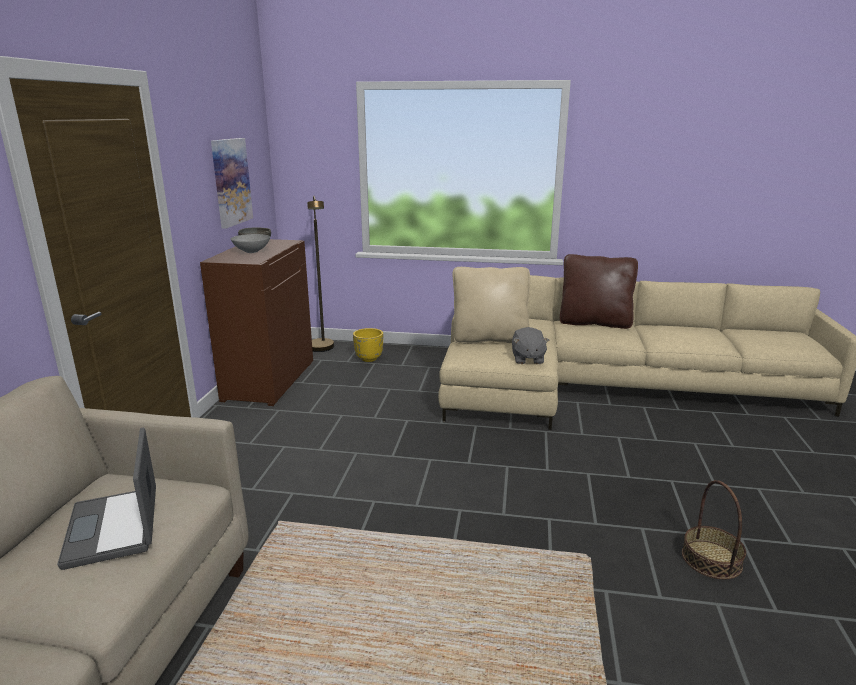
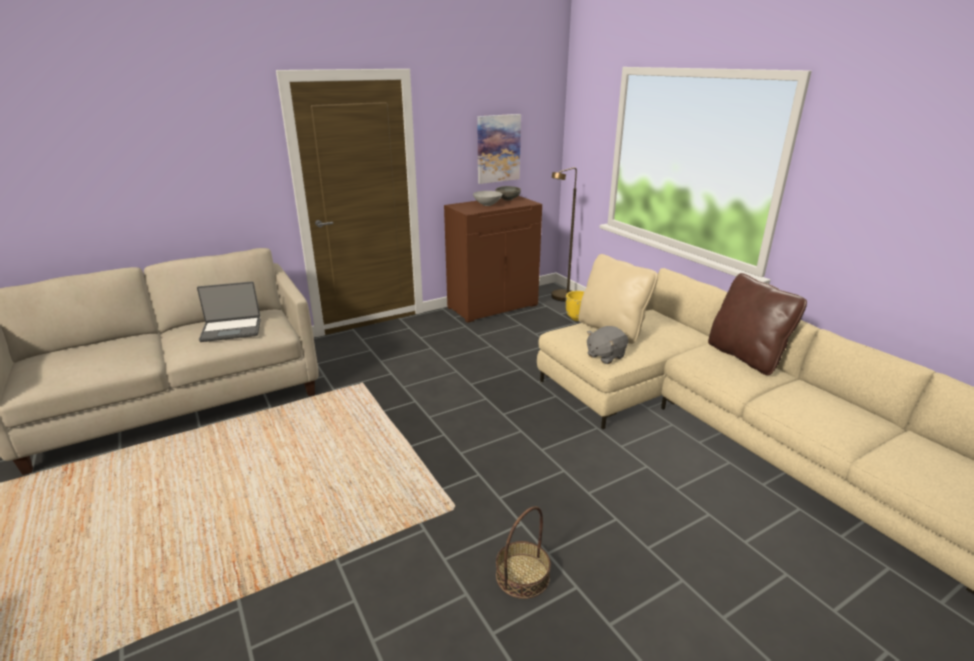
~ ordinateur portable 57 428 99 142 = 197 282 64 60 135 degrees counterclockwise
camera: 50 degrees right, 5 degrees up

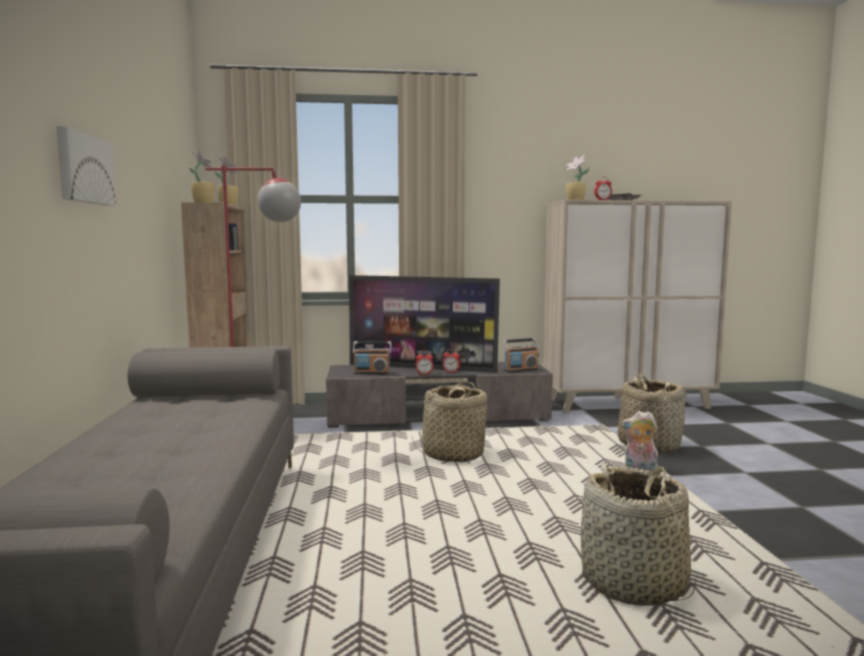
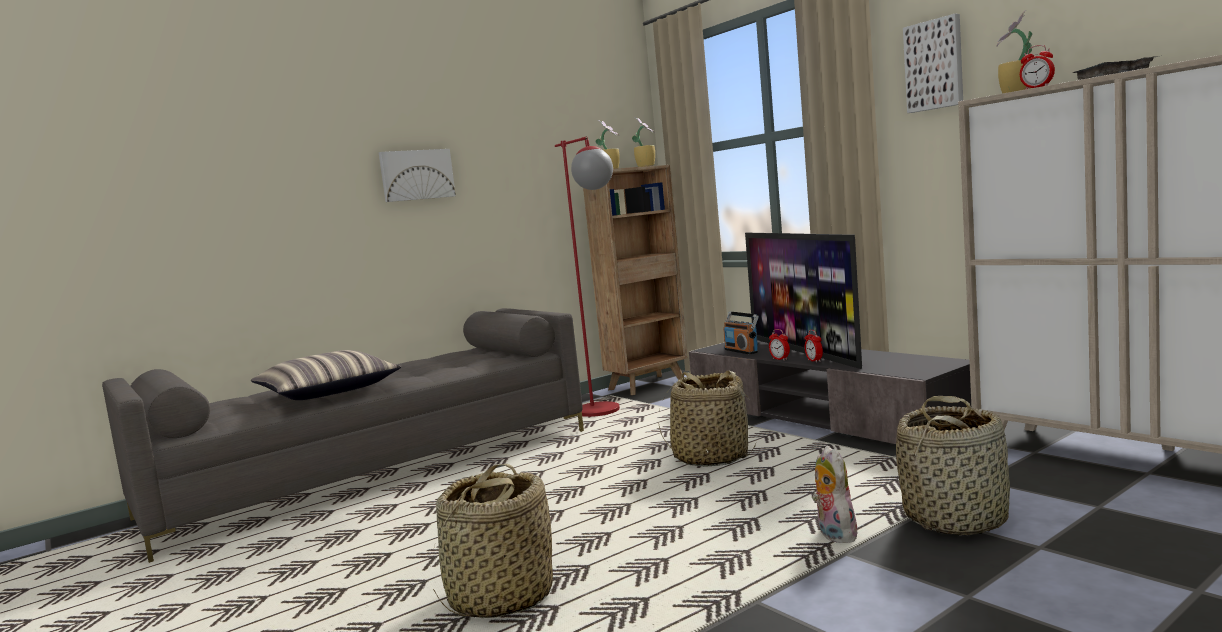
- radio 503 338 36 35
+ coussin 251 350 150 50
+ tableau 903 14 60 99
camera: 60 degrees right, 0 degrees up

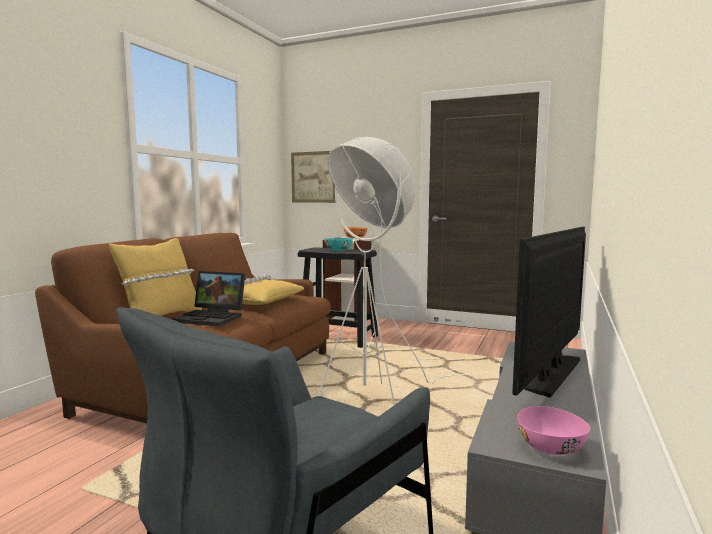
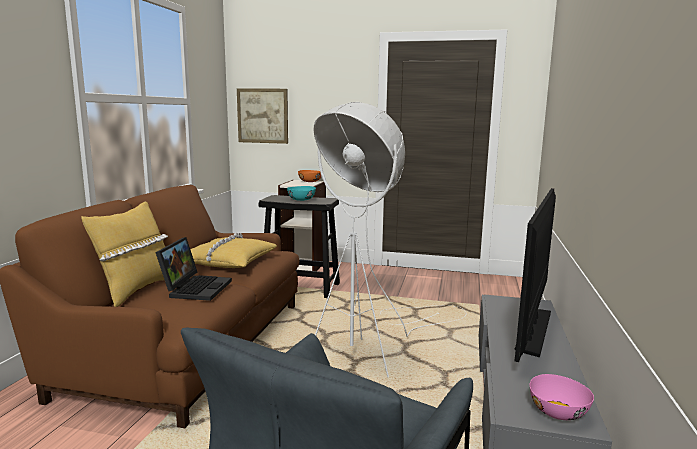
~ ordinateur portable 172 271 73 55 = 155 237 77 64 90 degrees counterclockwise
camera: 10 degrees left, 5 degrees up

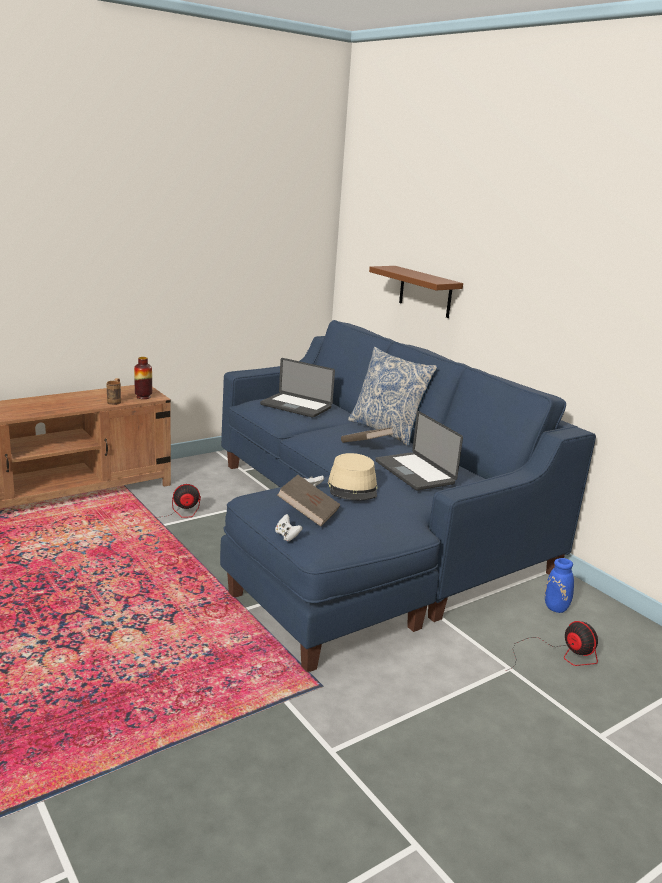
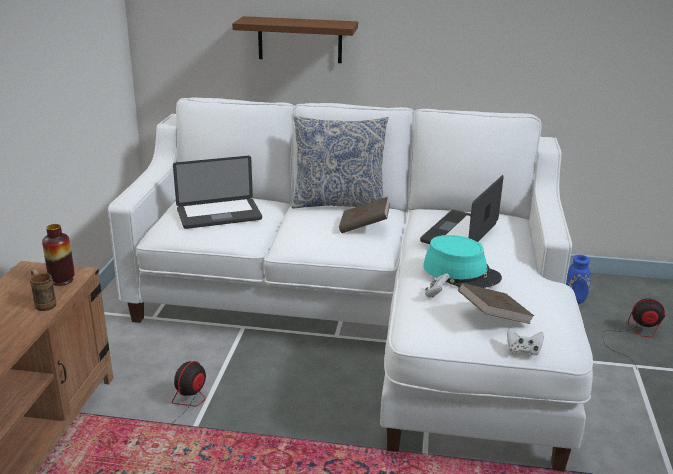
~ canapé/bleu 220 320 376 352 to canapé/blanc 108 98 485 373
~ chapeau/beige 328 453 49 47 to chapeau/turquoise 423 235 79 53
~ ordinateur portable 375 411 88 79 = 420 175 84 69 105 degrees clockwise
camera: 45 degrees left, 5 degrees up

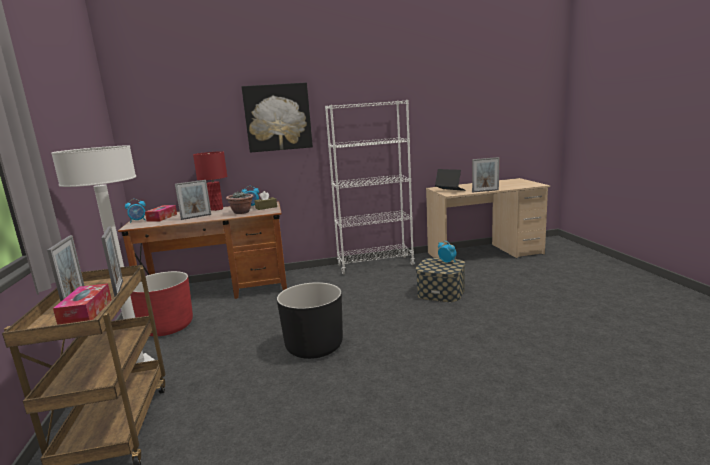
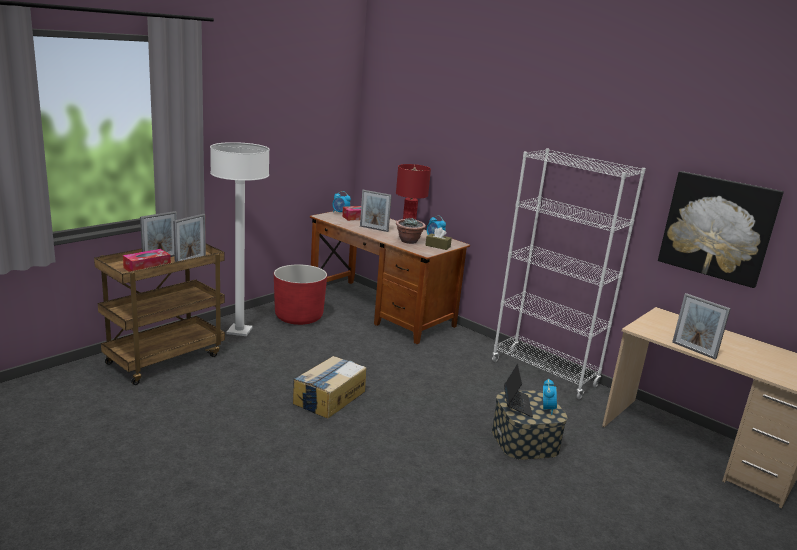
~ tableau 242 83 71 70 to 658 171 126 117
~ cache-pot/noir 277 282 66 77 to carton 293 356 73 62
~ ordinateur portable 435 169 31 22 to 504 364 29 53
camera: 50 degrees right, 5 degrees up

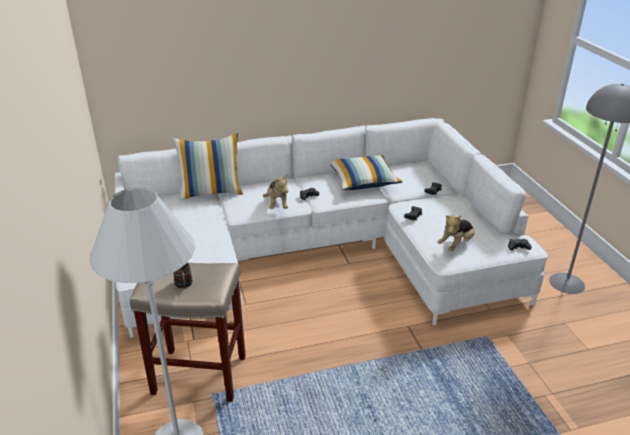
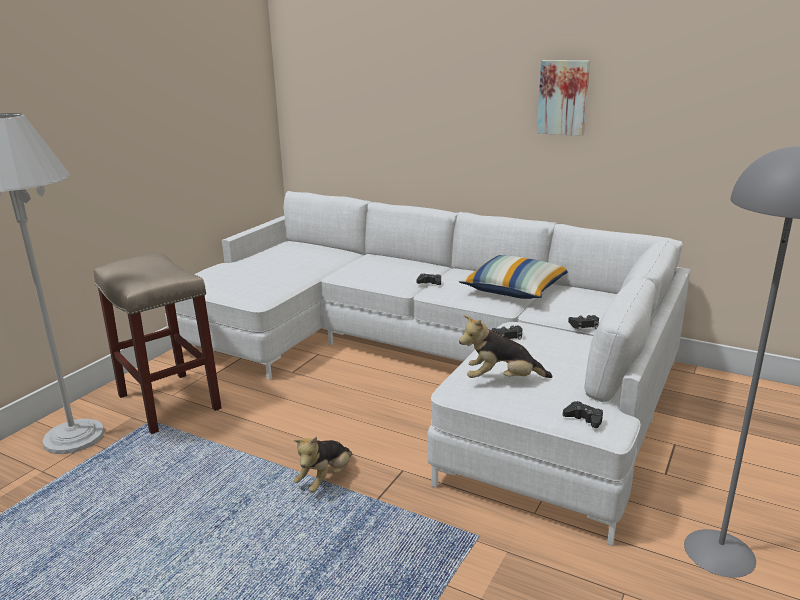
- coussin 173 133 70 68
- mug/marron 173 263 19 25
~ peluche 263 174 25 35 to 293 436 59 57
+ tableau 537 60 53 76
camera: 45 degrees right, 10 degrees down

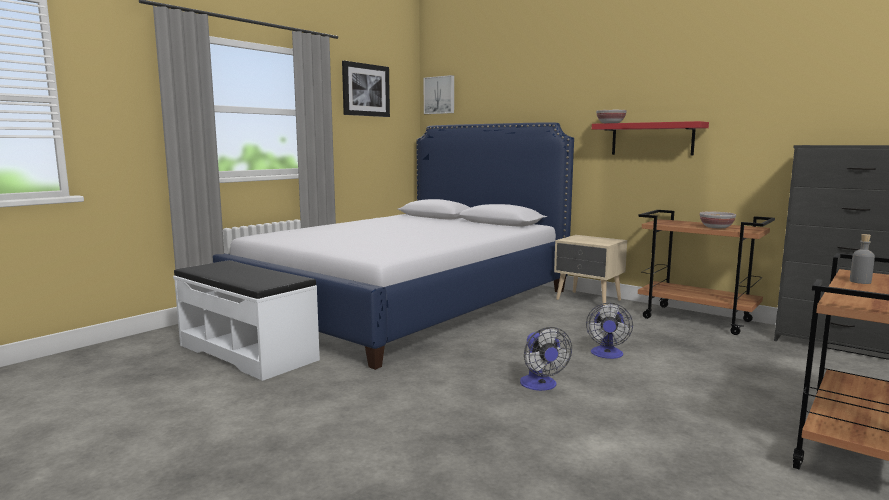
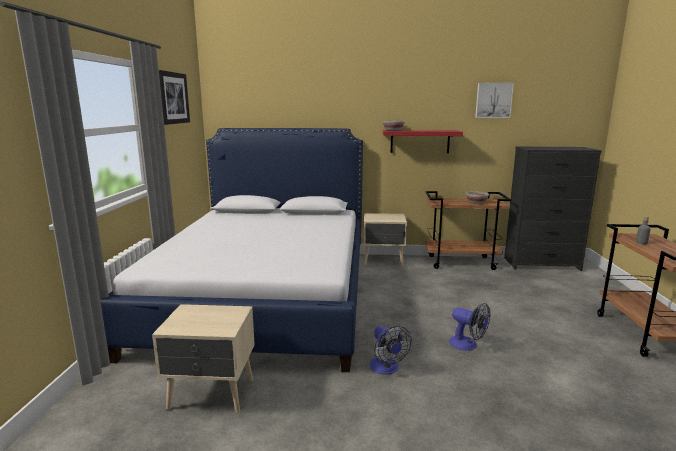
~ banc/blanc 173 260 147 121 to table de chevet/beige 152 304 103 109
~ tableau 424 75 30 39 to 475 83 39 35
~ ventilateur 586 303 47 56 to 370 326 42 49
camera: 35 degrees left, 5 degrees up

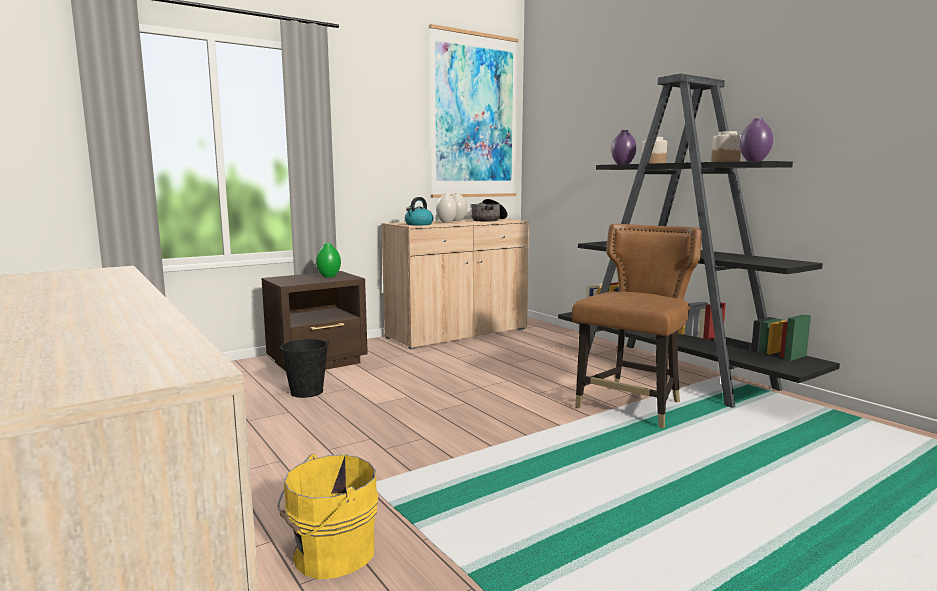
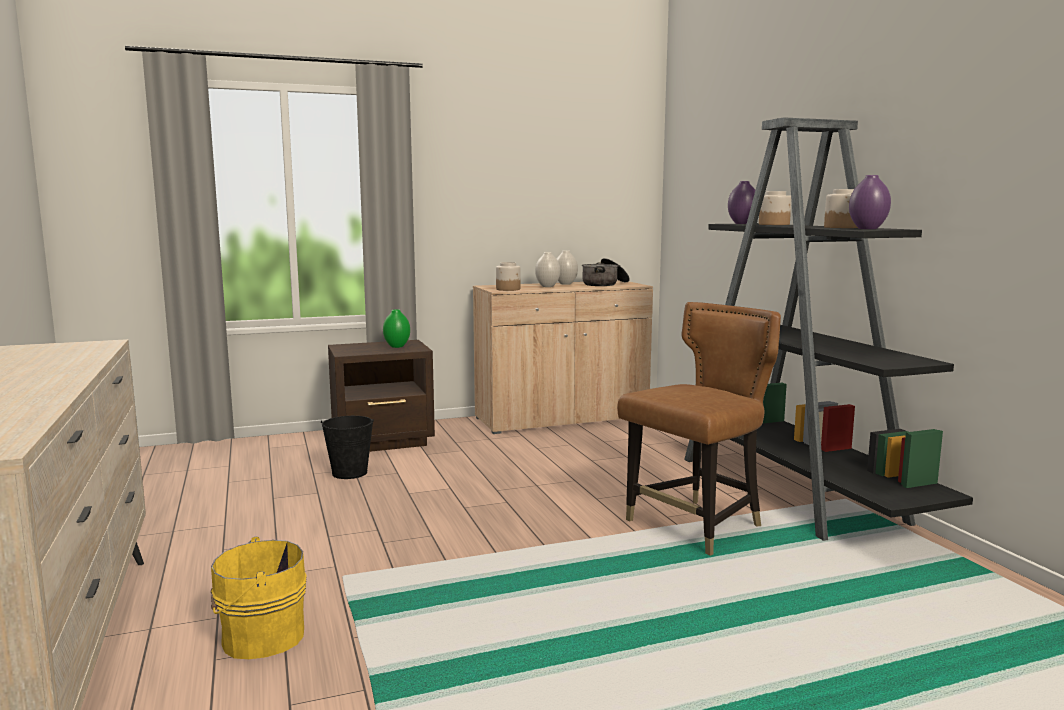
~ bouilloire 405 197 28 28 to bocal 496 262 24 29
- tableau 429 24 90 174
camera: 15 degrees right, 0 degrees up

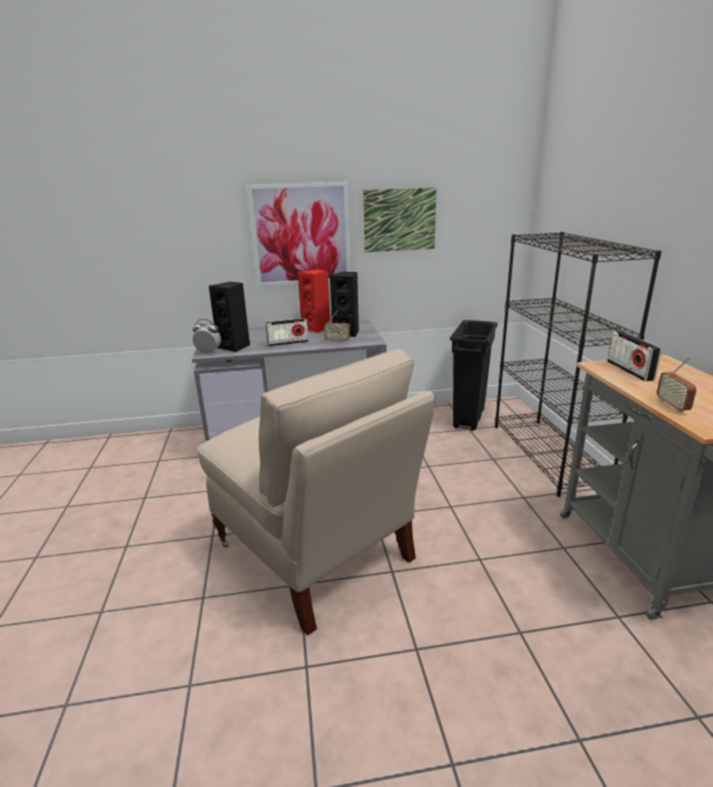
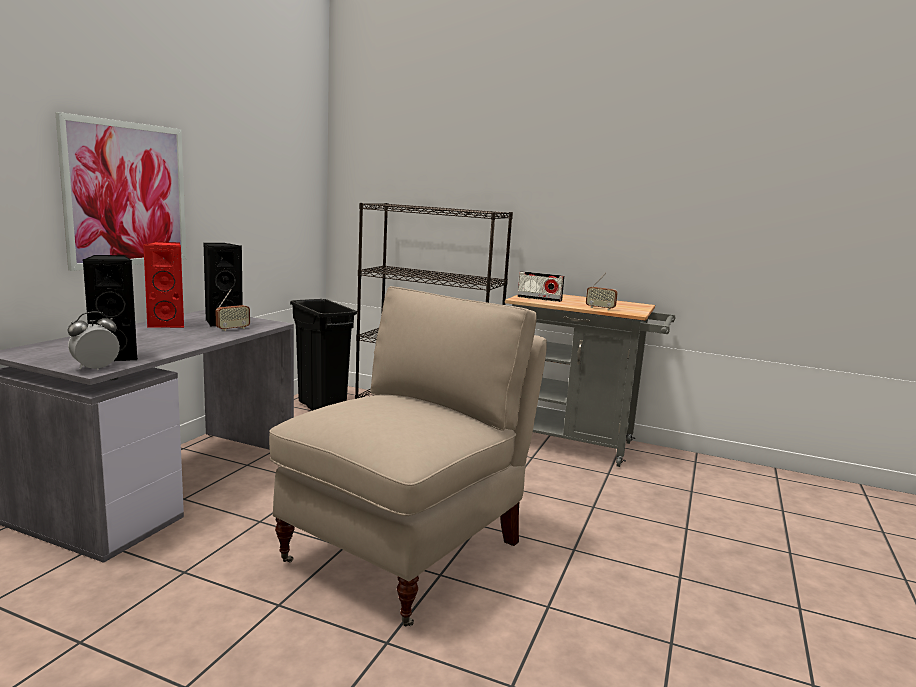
~ chaise/beige 197 349 238 286 = 269 286 278 340 45 degrees counterclockwise
- radio 266 318 43 29
- tableau 363 187 74 65
camera: 60 degrees left, 10 degrees down

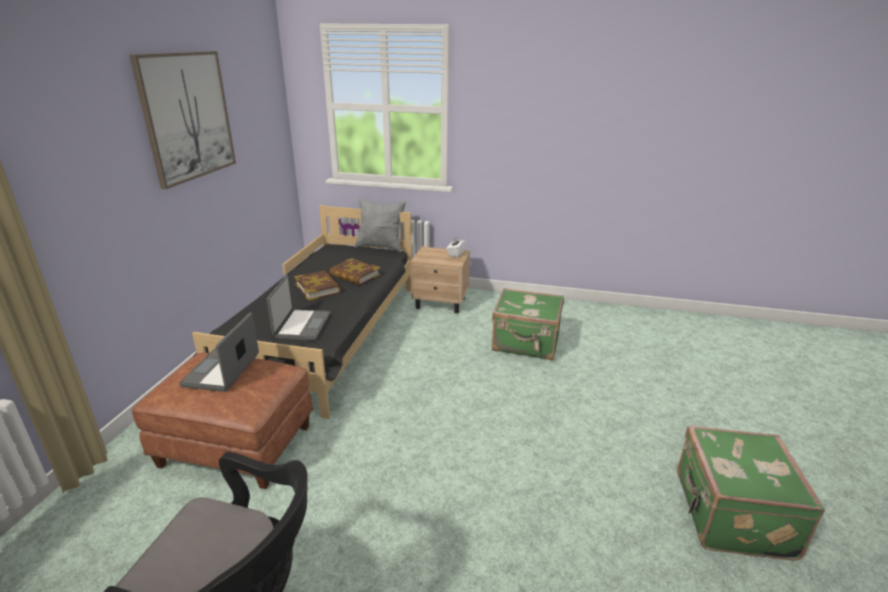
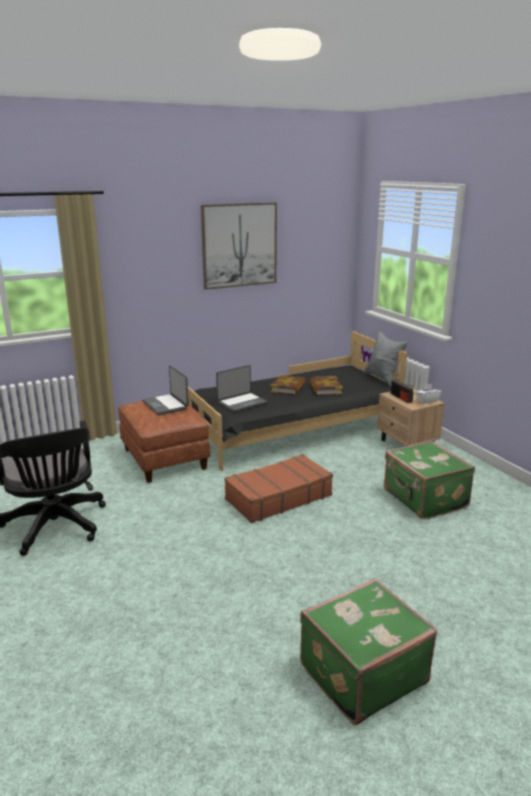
~ ordinateur portable 179 313 80 79 = 142 365 47 50 90 degrees counterclockwise
+ valise/marron 225 454 108 69
+ radio 391 380 23 23
camera: 50 degrees right, 5 degrees down

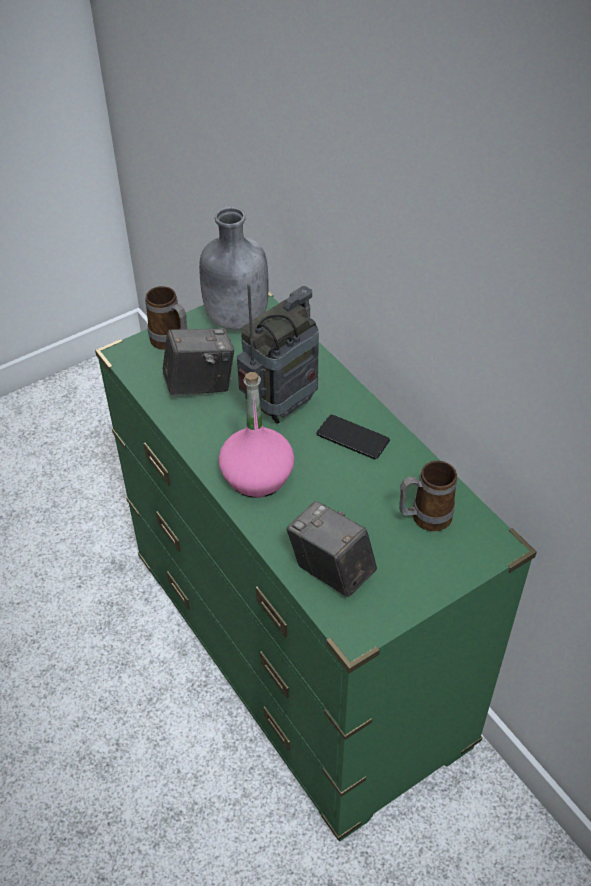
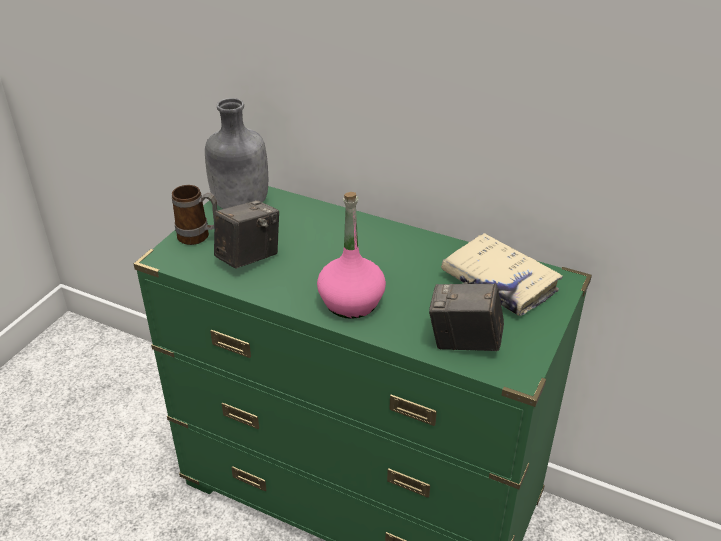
- radio 237 284 82 140
- téléphone 316 414 74 46
~ mug 399 461 58 70 to livre/beige 441 233 122 83
camera: 30 degrees left, 10 degrees down

